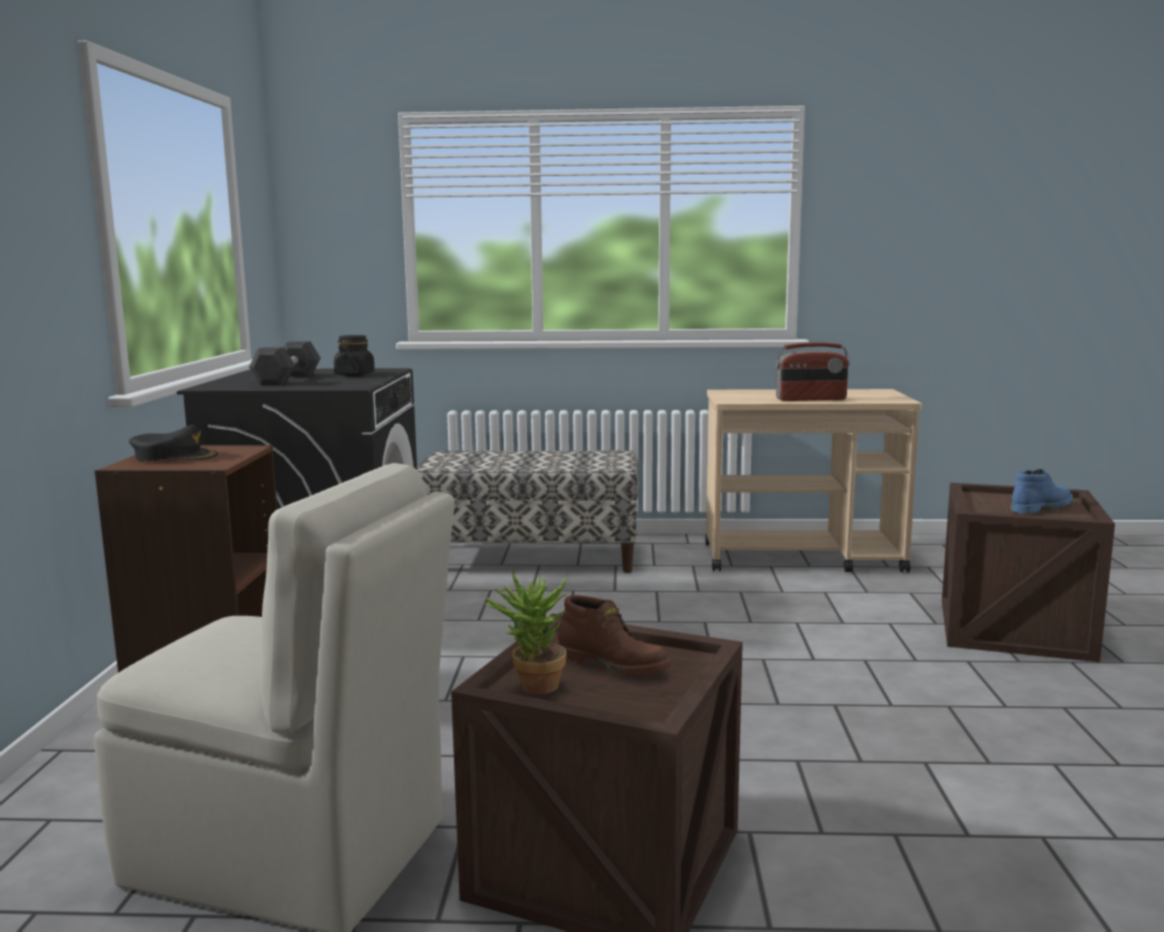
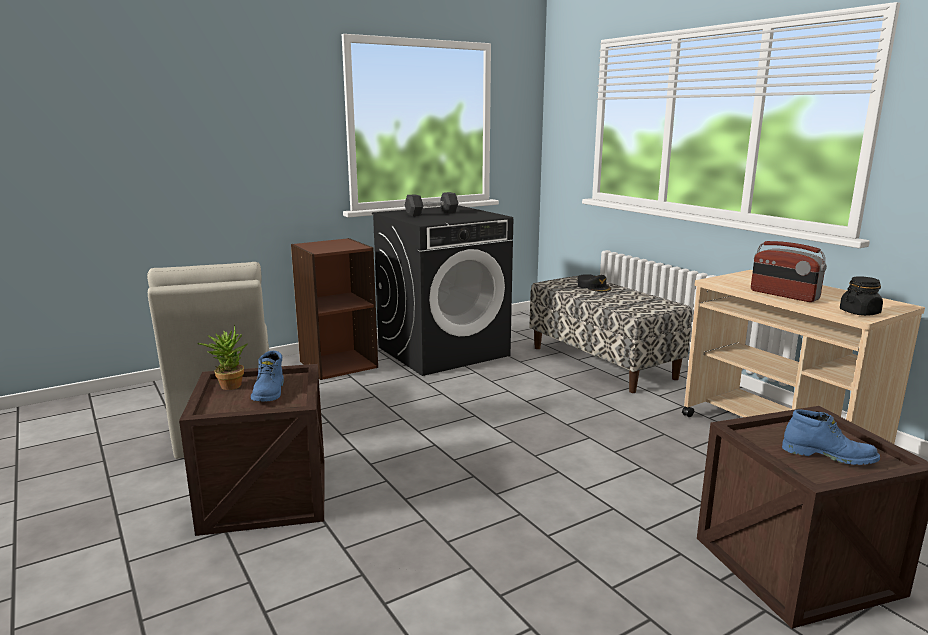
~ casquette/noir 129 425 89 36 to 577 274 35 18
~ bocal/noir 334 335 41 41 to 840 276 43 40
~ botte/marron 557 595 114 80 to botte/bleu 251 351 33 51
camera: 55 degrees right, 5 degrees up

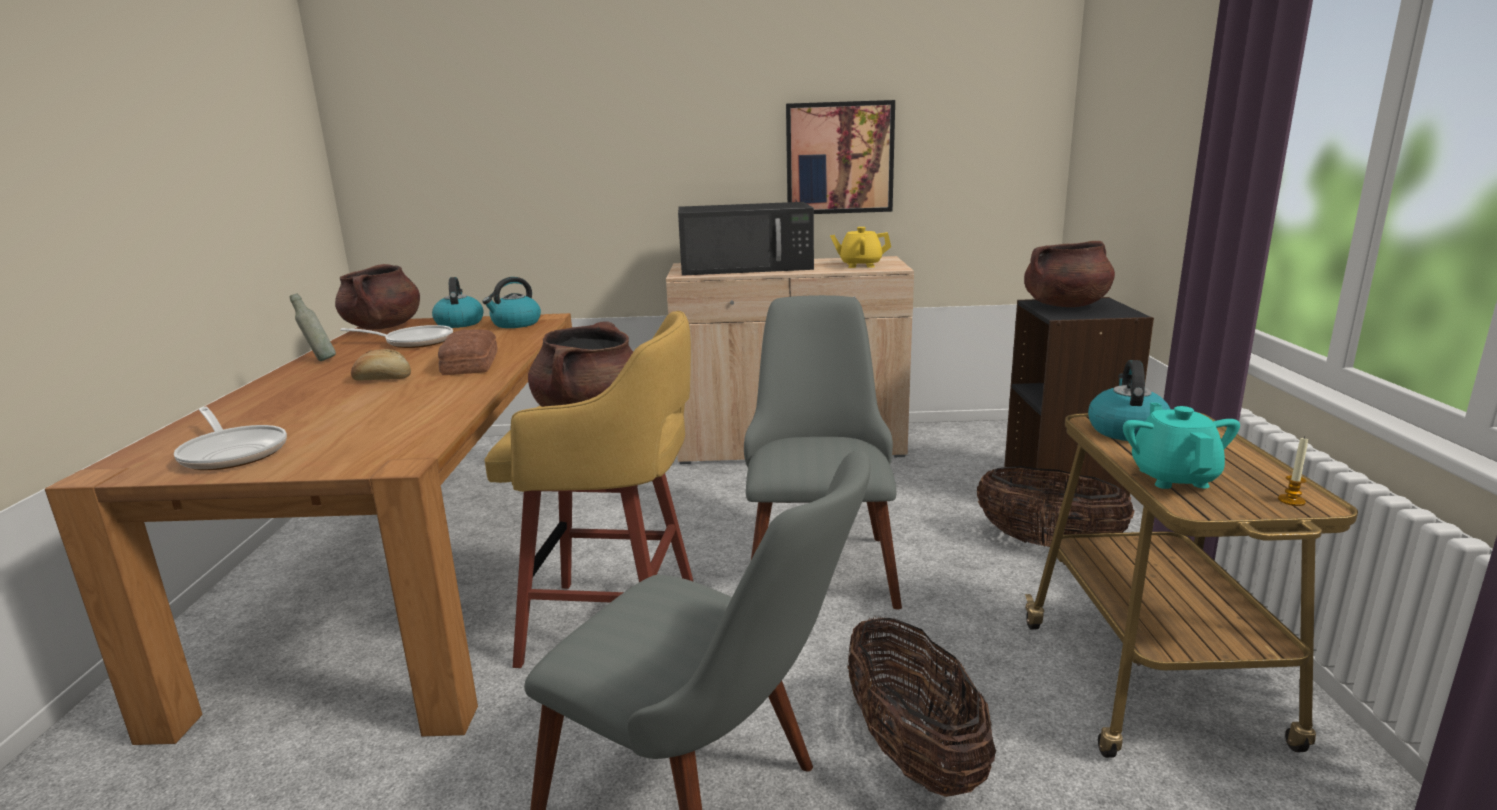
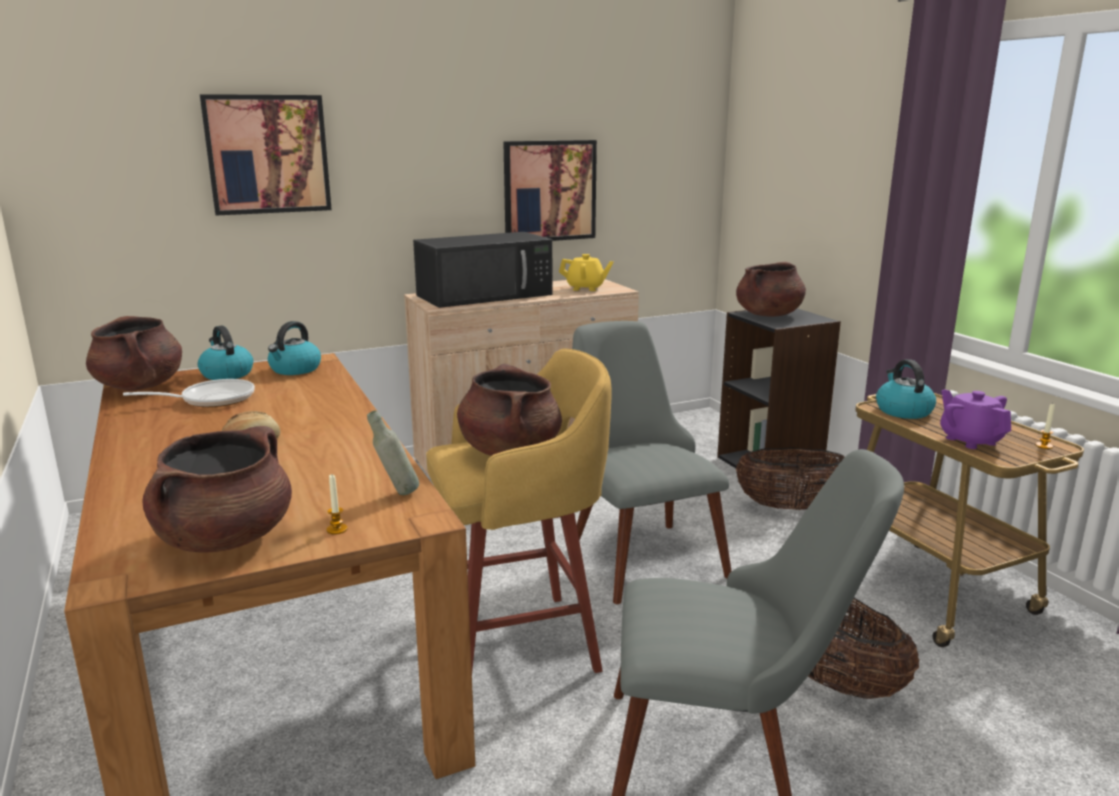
~ poêle 174 407 113 63 to marmite/marron 142 426 150 127
~ bouteille/gris 290 293 46 68 to 367 410 52 85
- pain 438 329 60 46
~ théière/jaune 830 227 61 41 = 559 254 55 37 150 degrees counterclockwise
~ théière/turquoise 1123 403 117 86 to théière/violet 940 390 71 59
+ tableau 200 94 132 122
+ bougie 326 475 22 60
camera: 25 degrees left, 0 degrees up

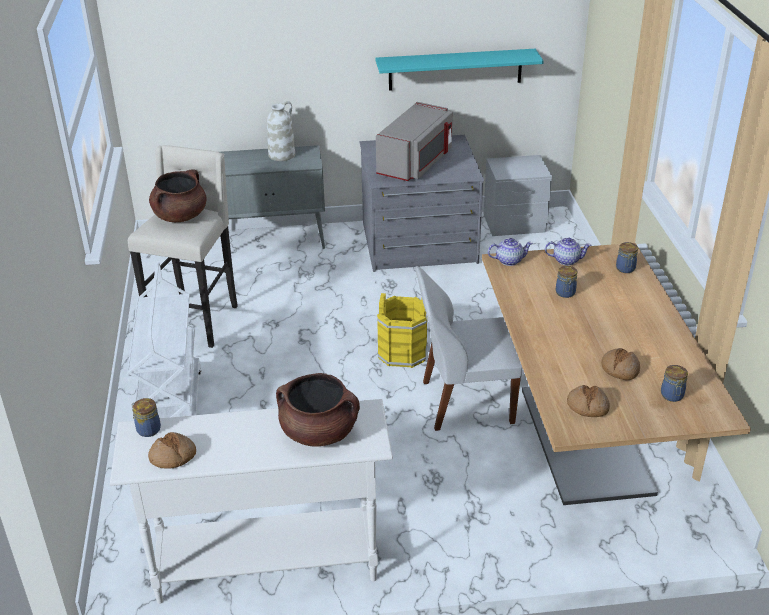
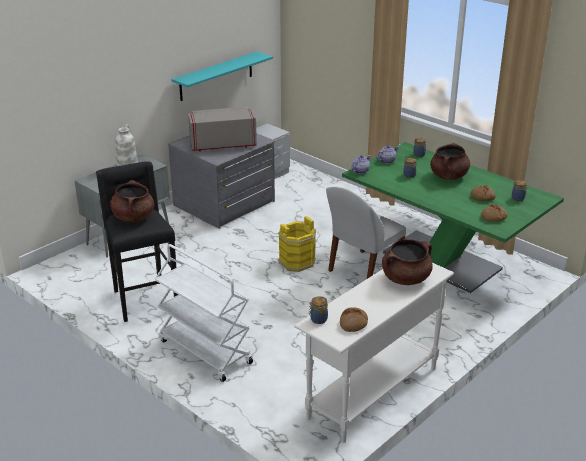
~ tabouret/beige 128 145 110 203 to tabouret/noir 96 161 82 161
~ micro-ondes/gris 376 102 77 79 = 188 107 69 44 90 degrees counterclockwise
~ table à manger/marron 482 243 269 262 to table à manger/vert 342 142 222 151
+ marmite/marron 430 143 40 37
camera: 40 degrees left, 5 degrees down

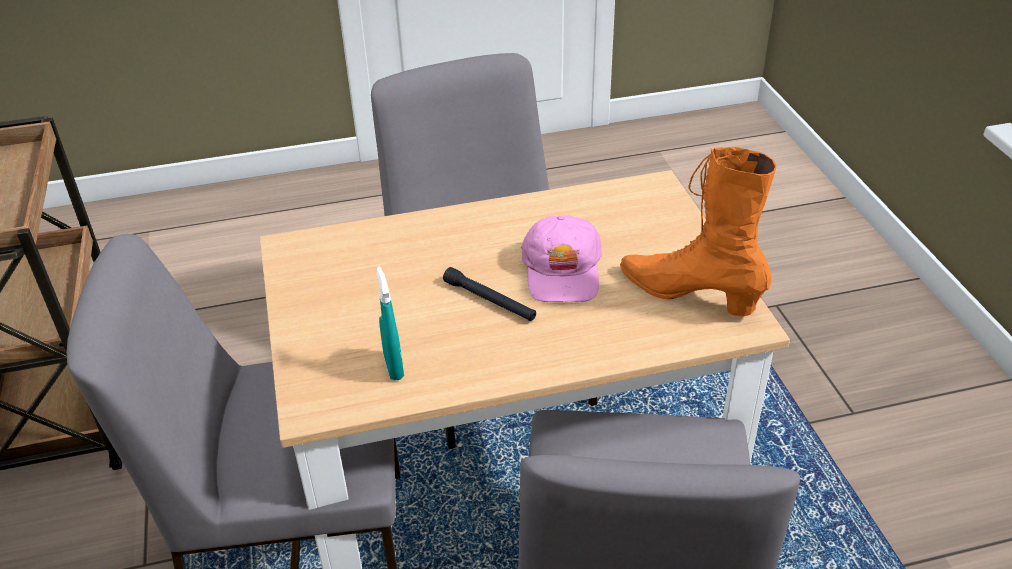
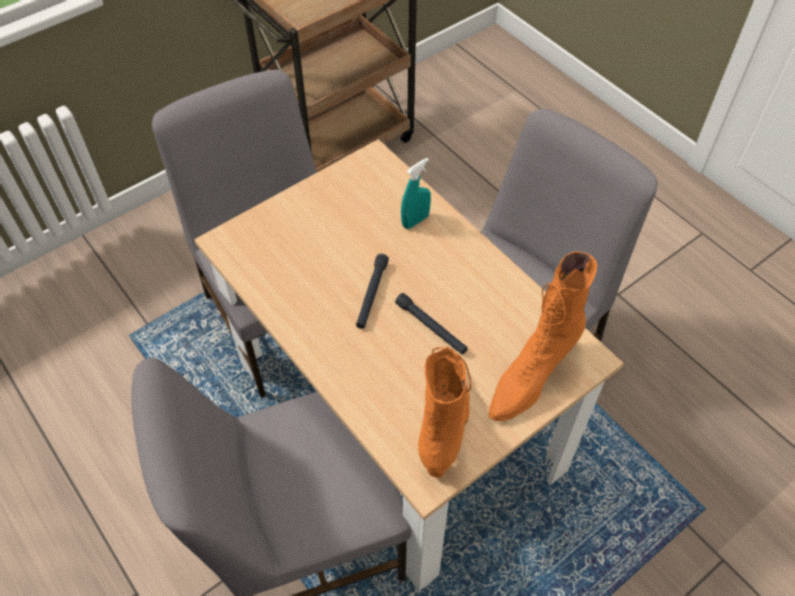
~ vaporisateur/turquoise 377 266 27 115 to 401 158 30 71
~ casquette/rose 521 215 81 87 to lampe de poche/noir 395 293 73 61
+ botte/orange 489 252 108 169
camera: 65 degrees right, 15 degrees up

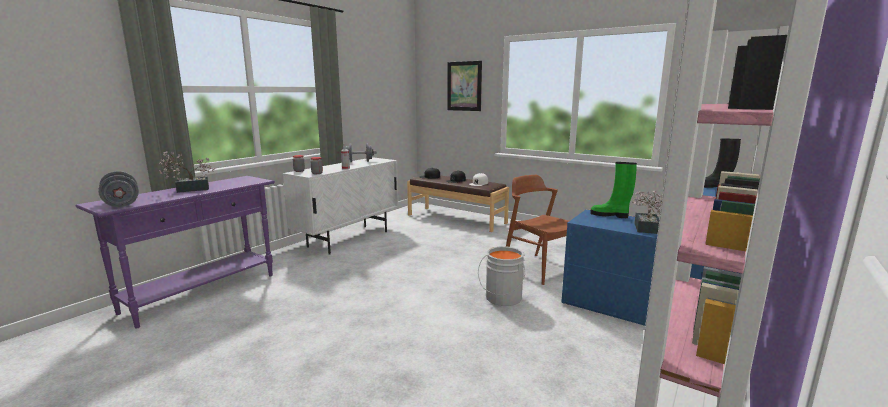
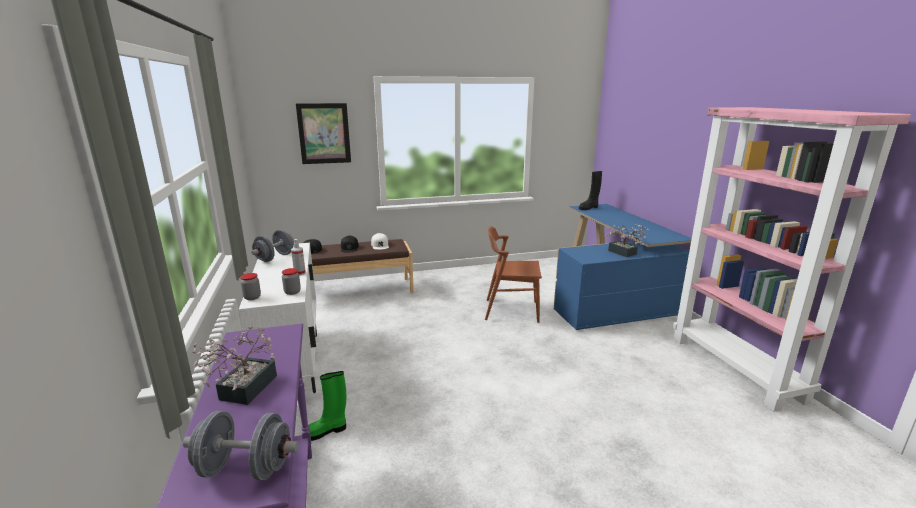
- seau/gris 478 246 47 60
~ botte/vert 590 162 47 56 to 309 371 37 70
camera: 50 degrees left, 5 degrees up

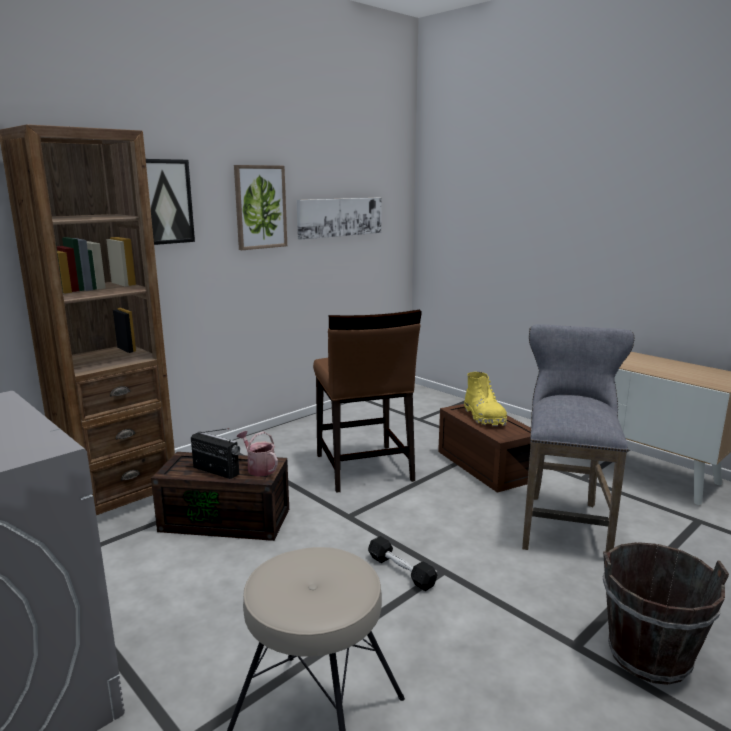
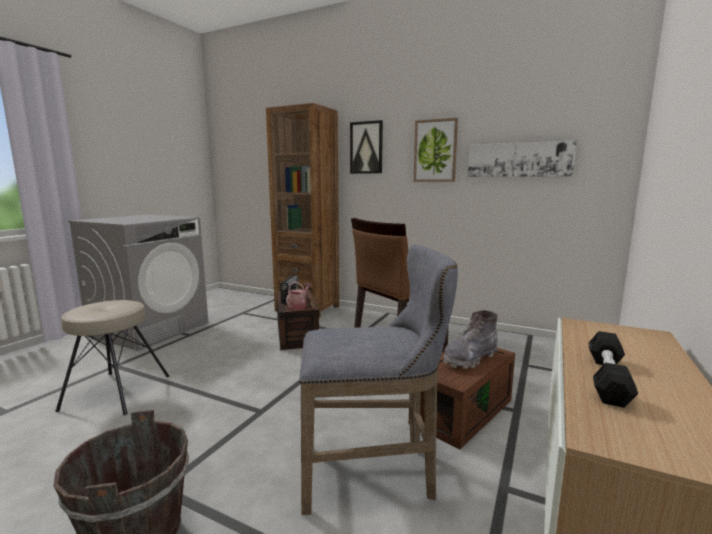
~ haltère/noir 368 536 69 55 to 588 331 50 77
~ botte/jaune 464 372 43 54 to botte/gris 443 310 55 59
camera: 70 degrees right, 5 degrees down

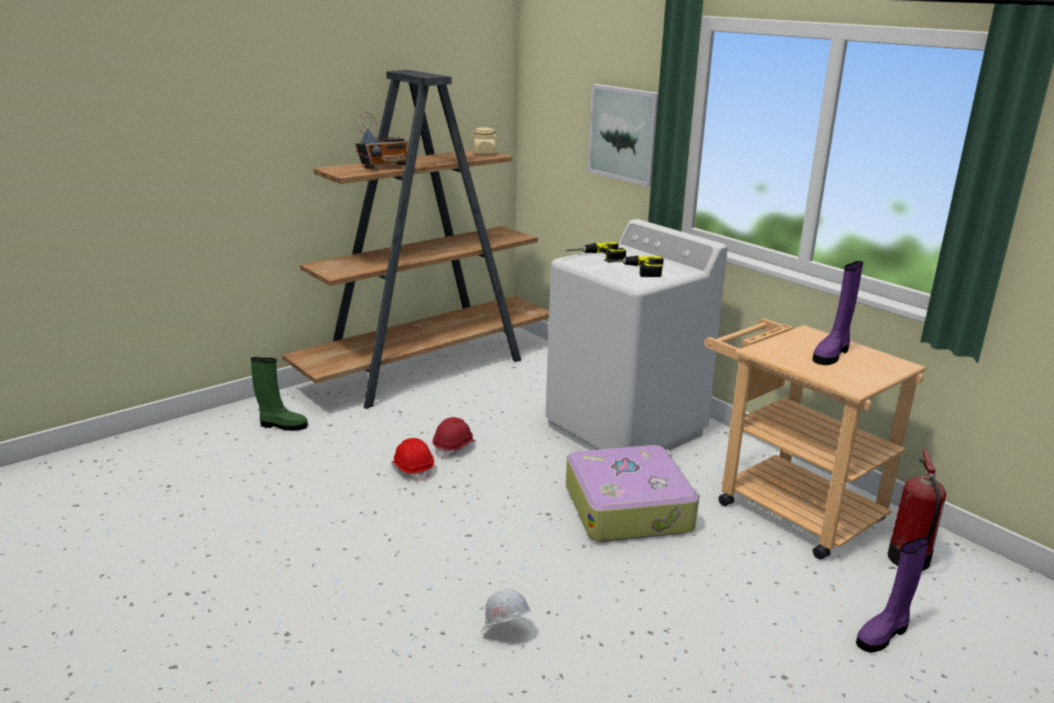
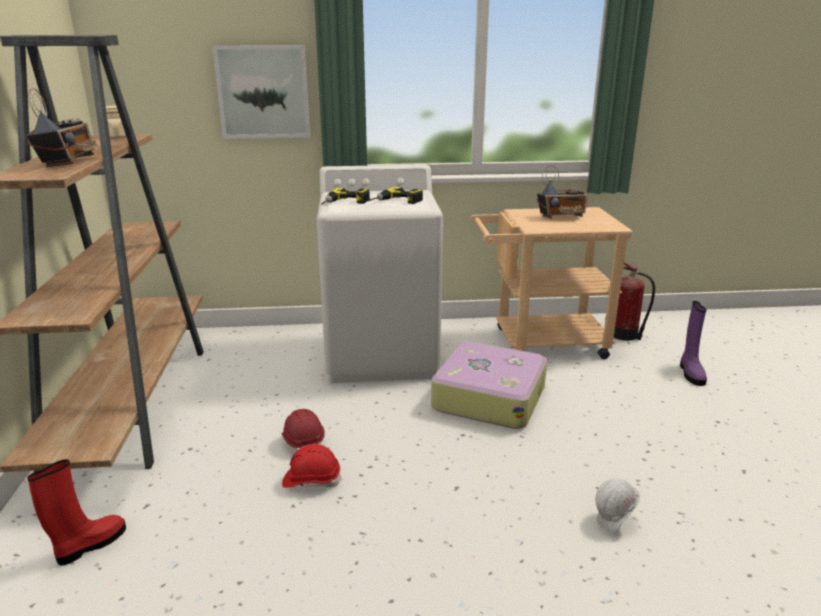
~ botte/vert 251 357 57 74 to botte/rouge 27 459 99 106
~ botte/violet 812 261 51 104 to radio 537 165 50 54
camera: 55 degrees left, 0 degrees up

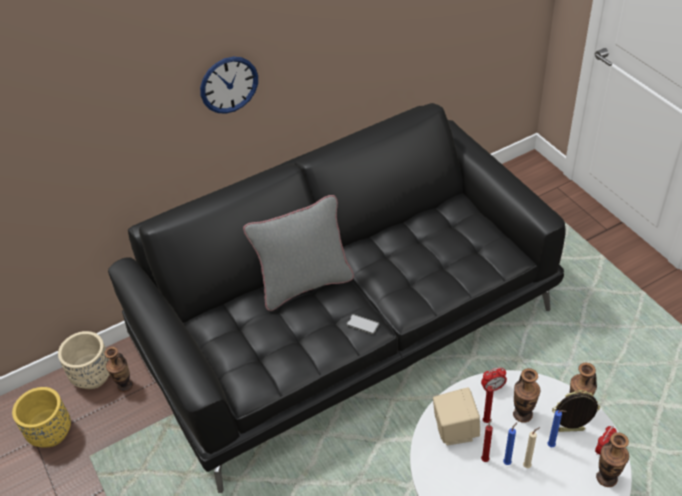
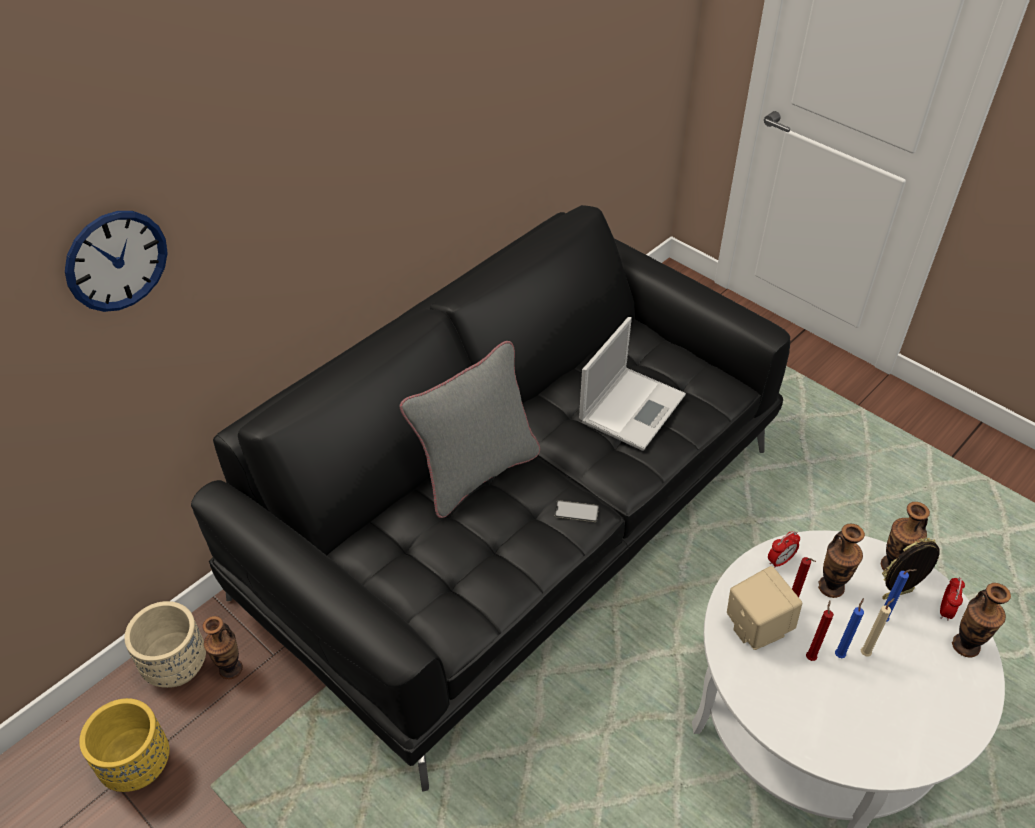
~ horloge murale 200 56 58 58 to 65 211 103 101
+ ordinateur portable 579 317 107 134
camera: 20 degrees left, 0 degrees up

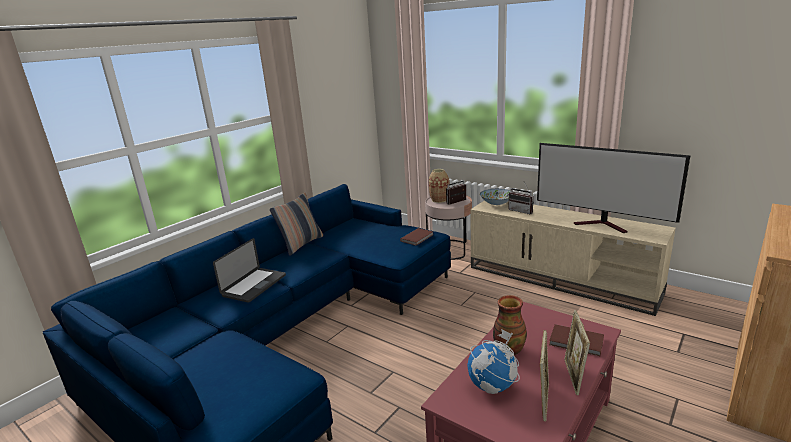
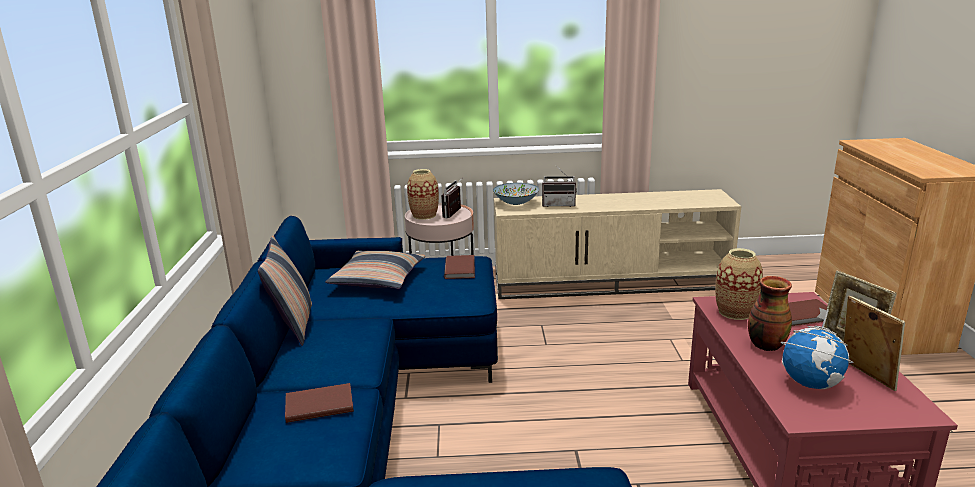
~ ordinateur portable 213 238 73 65 to livre/marron 285 383 69 40
- téléviseur 537 143 154 90
+ coussin 325 251 100 38
+ vase 715 248 48 72
camera: 40 degrees left, 0 degrees up

